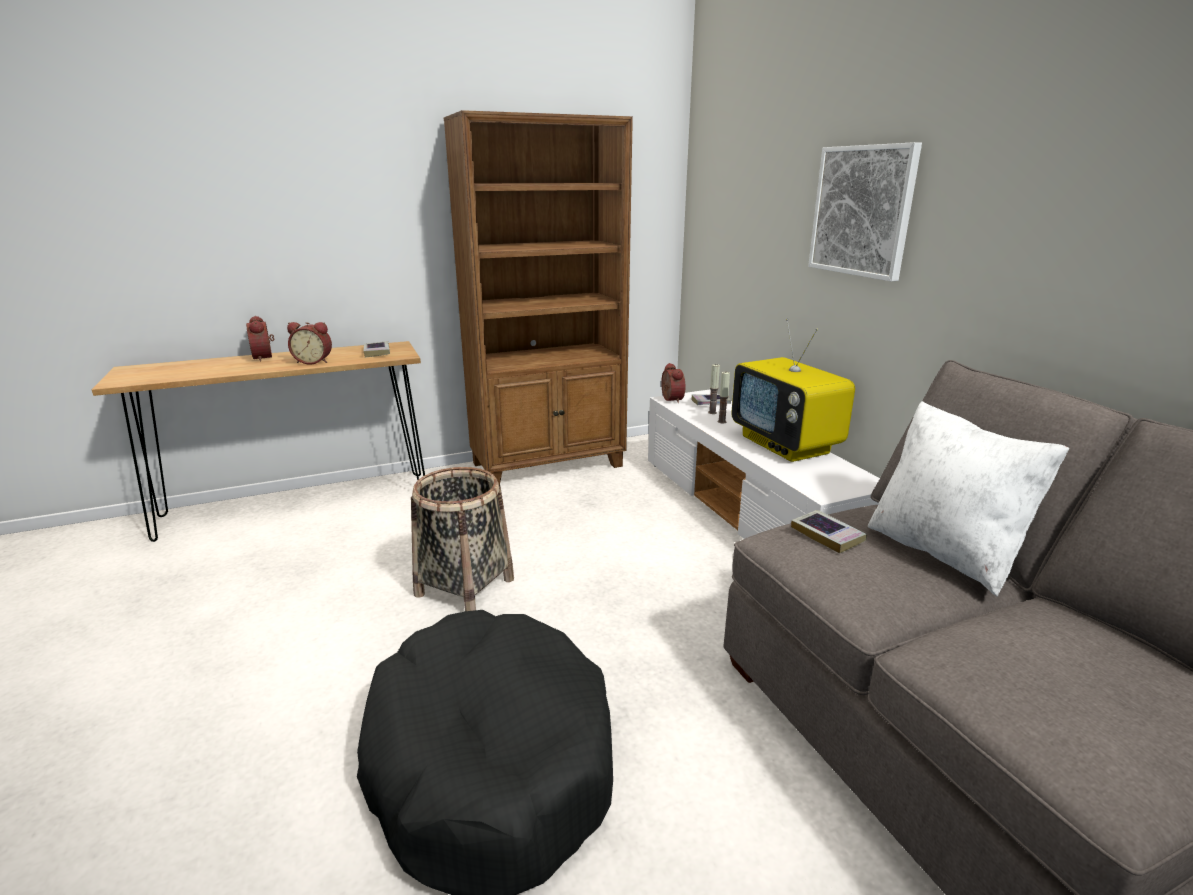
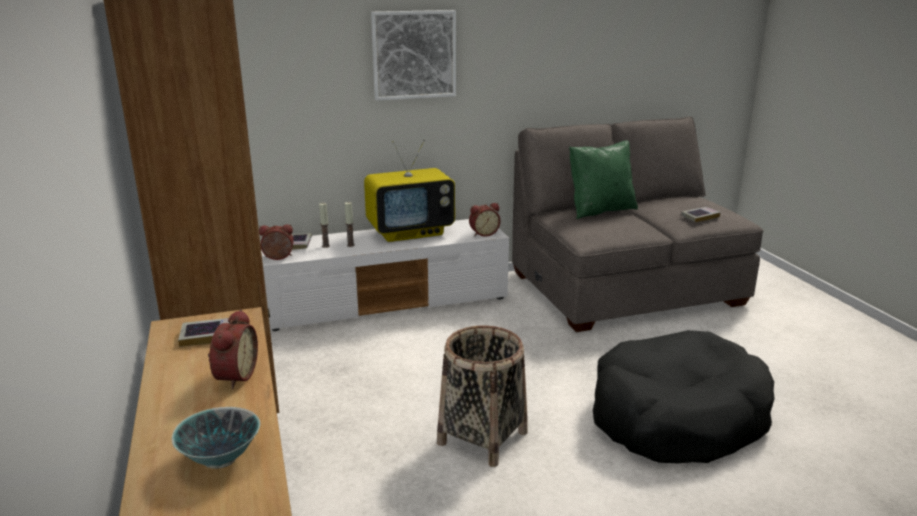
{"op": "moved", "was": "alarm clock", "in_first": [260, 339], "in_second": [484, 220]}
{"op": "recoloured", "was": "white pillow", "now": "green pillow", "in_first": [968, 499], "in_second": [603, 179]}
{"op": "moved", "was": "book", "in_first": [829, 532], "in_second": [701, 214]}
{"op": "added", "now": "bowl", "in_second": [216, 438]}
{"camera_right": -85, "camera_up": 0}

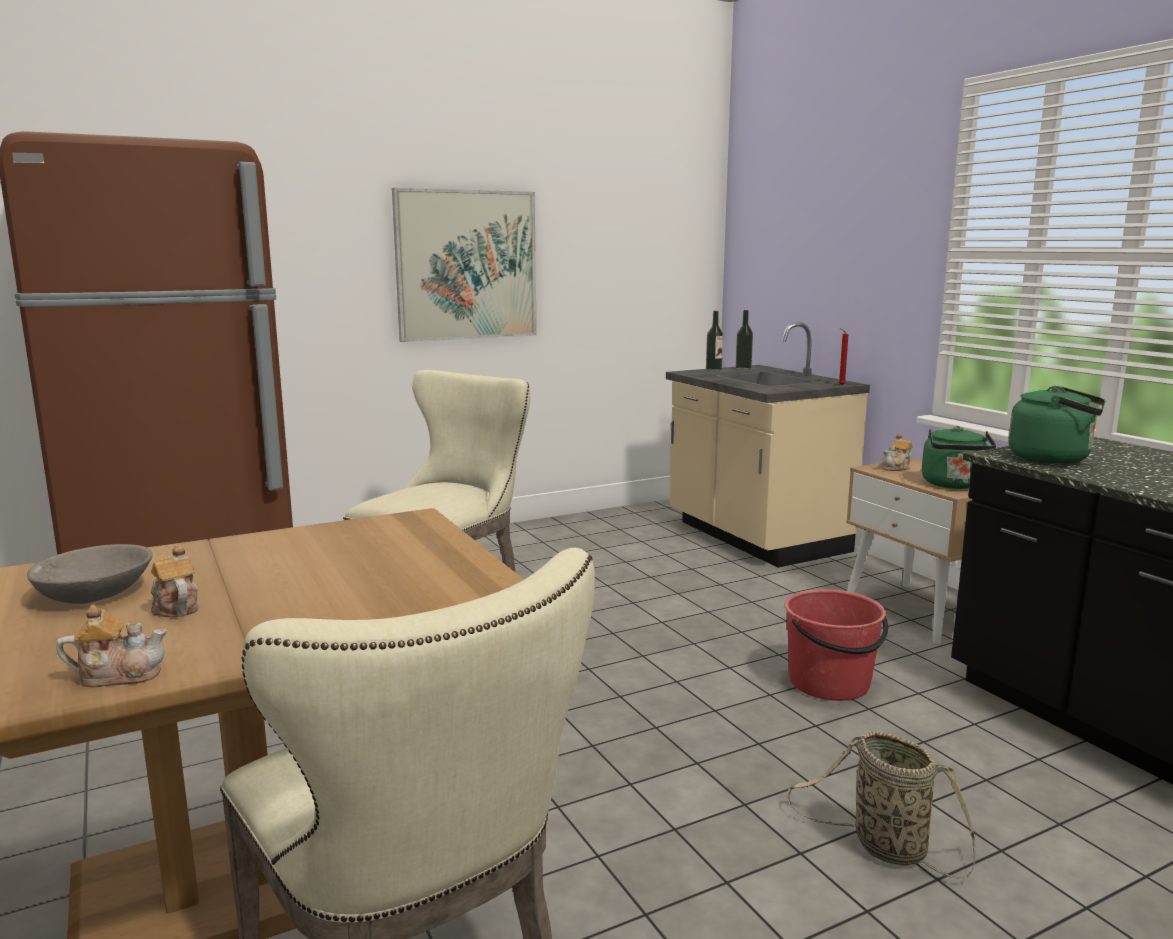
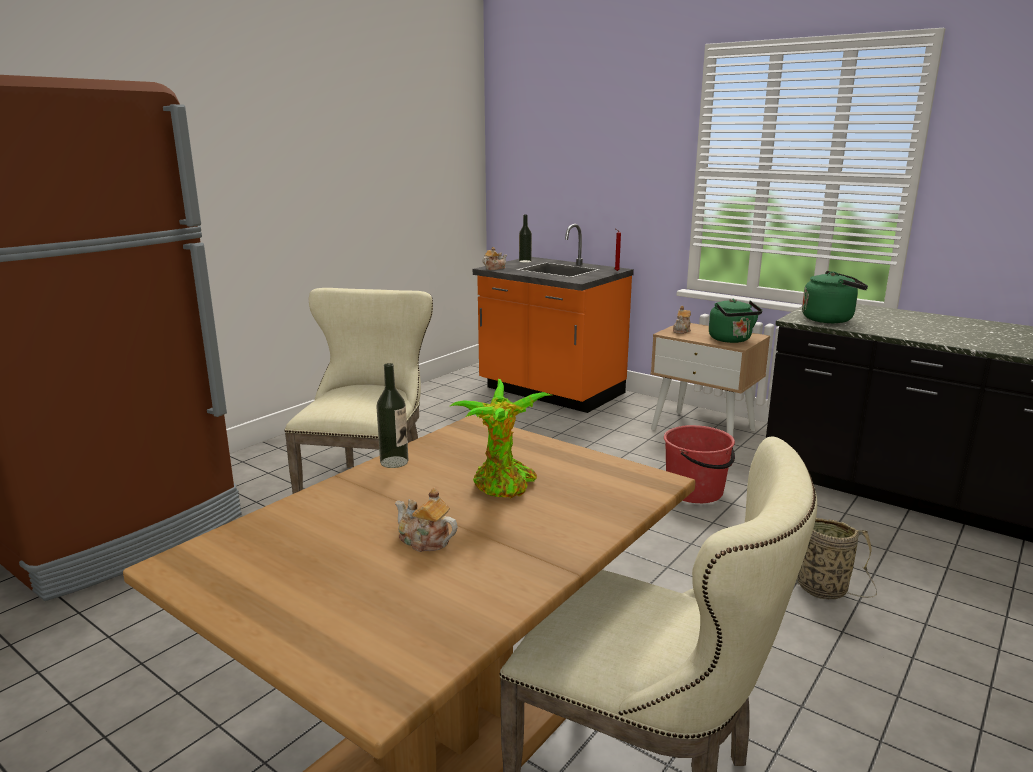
{"op": "removed", "was": "picture", "in_first": [464, 265]}
{"op": "moved", "was": "bottle", "in_first": [714, 341], "in_second": [392, 415]}
{"op": "recoloured", "was": "beige counter", "now": "orange counter", "in_first": [768, 445], "in_second": [553, 318]}
{"op": "removed", "was": "grey bowl", "in_first": [90, 574]}
{"op": "moved", "was": "teapot", "in_first": [111, 645], "in_second": [494, 258]}
{"op": "added", "now": "potted plant", "in_second": [500, 438]}
{"camera_right": -25, "camera_up": 5}

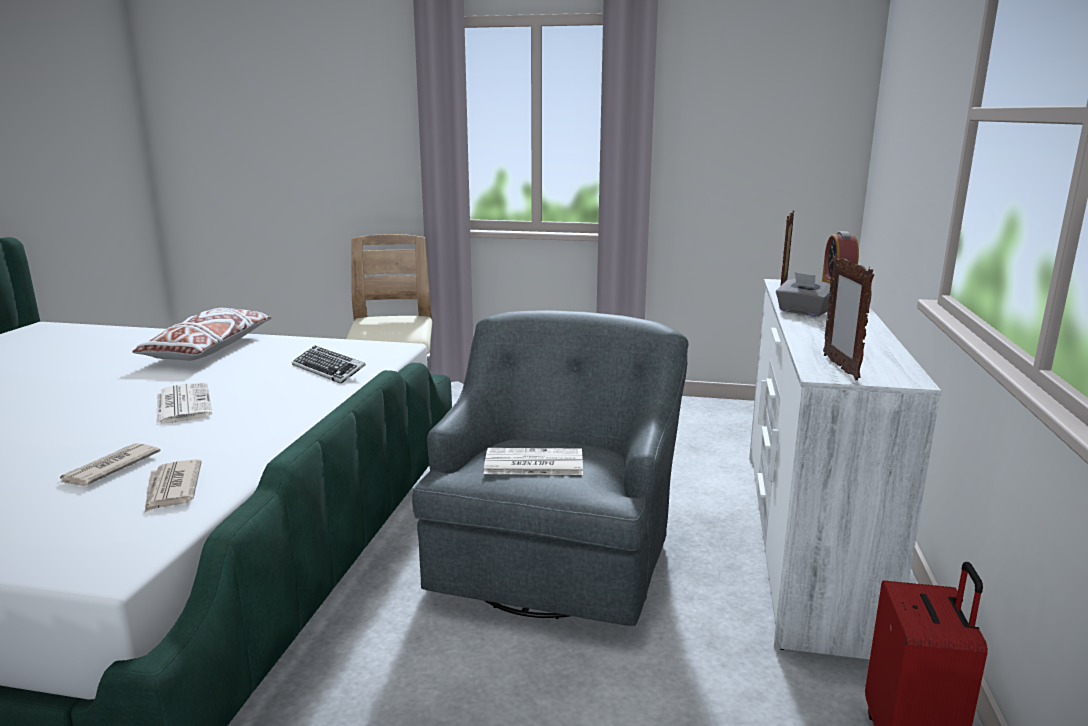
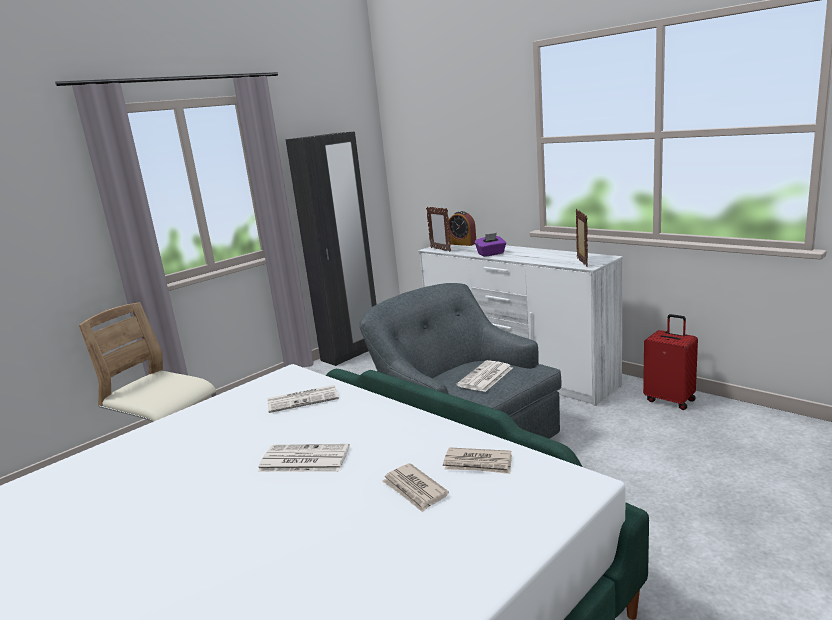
{"op": "turned", "was": "picture frame", "in_first": [848, 317], "in_second": [582, 238], "clockwise": -120}
{"op": "recoloured", "was": "grey tissue box", "now": "purple tissue box", "in_first": [803, 294], "in_second": [490, 245]}
{"op": "removed", "was": "white pillow", "in_first": [202, 334]}
{"op": "replaced", "was": "keyboard", "now": "newspaper", "in_first": [329, 365], "in_second": [303, 399]}
{"op": "added", "now": "black wardrobe", "in_second": [331, 249]}
{"camera_right": -55, "camera_up": 0}

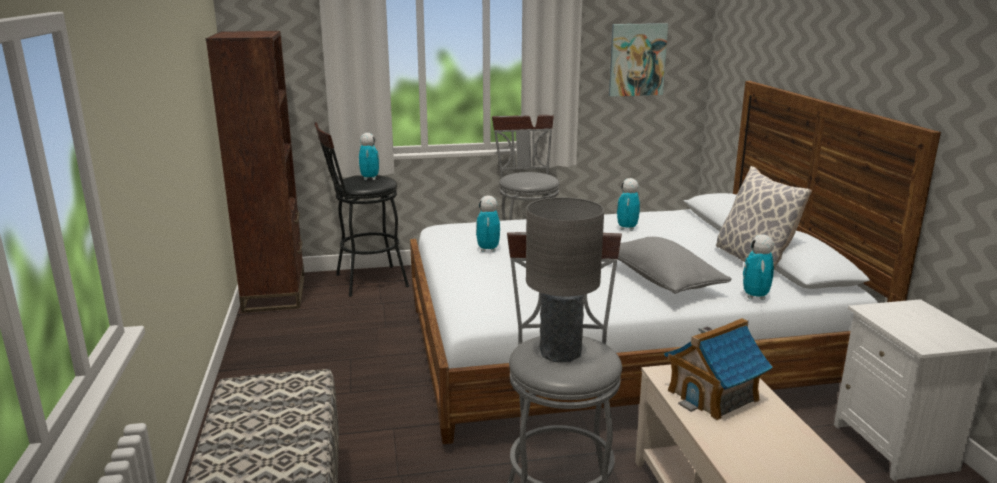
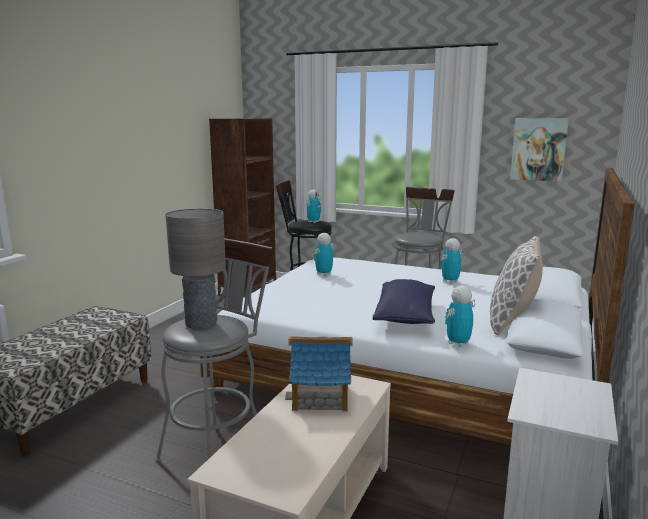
{"op": "recoloured", "was": "grey pillow", "now": "blue pillow", "in_first": [675, 265], "in_second": [404, 301]}
{"camera_right": 35, "camera_up": -5}

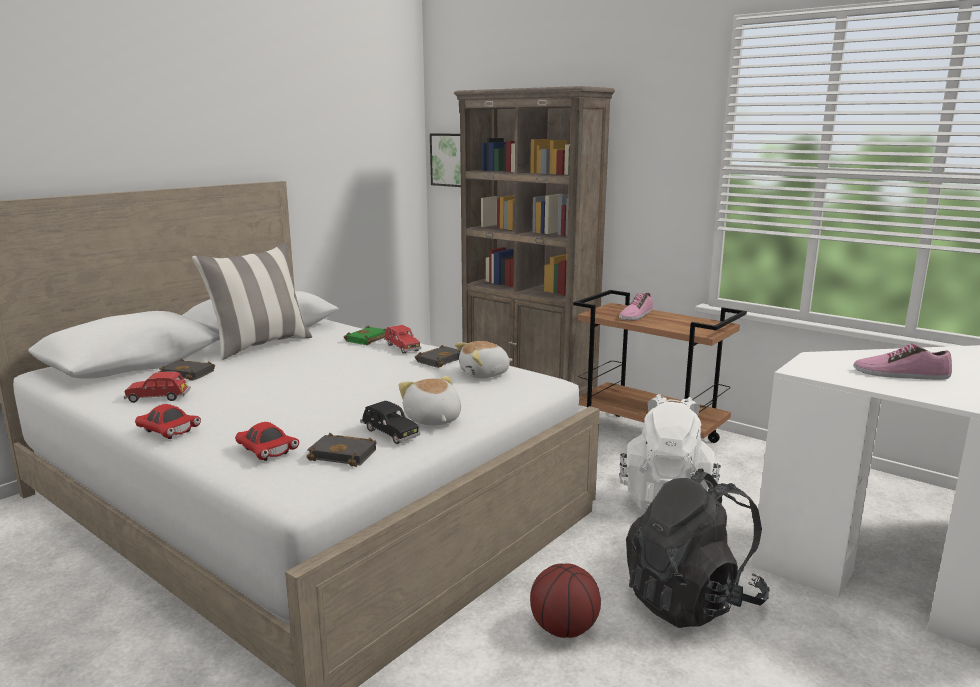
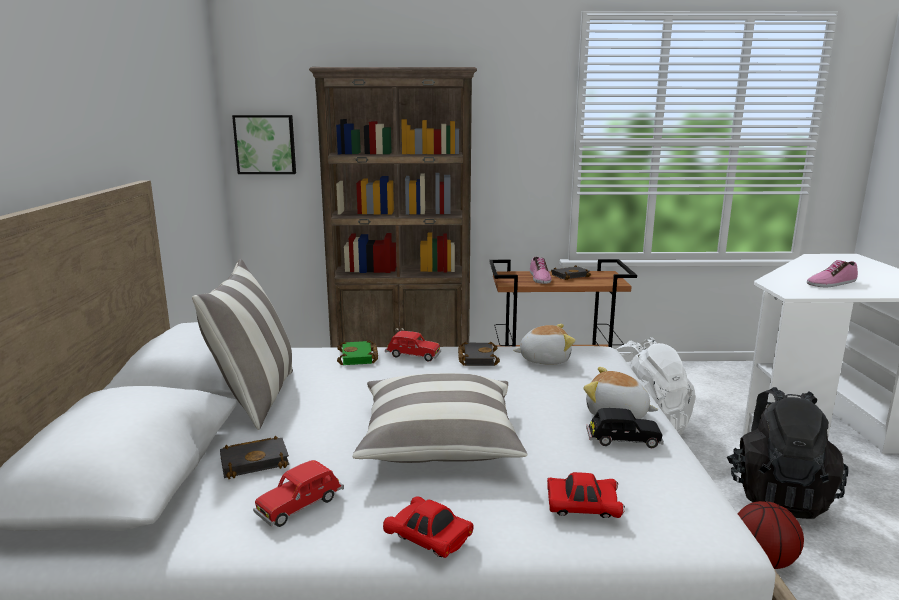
{"op": "turned", "was": "plush toy", "in_first": [484, 359], "in_second": [544, 344], "clockwise": -120}
{"op": "turned", "was": "red toy car", "in_first": [168, 421], "in_second": [428, 527], "clockwise": -135}
{"op": "moved", "was": "black book", "in_first": [341, 450], "in_second": [571, 272]}
{"op": "added", "now": "pillow", "in_second": [440, 418]}
{"camera_right": -40, "camera_up": 0}

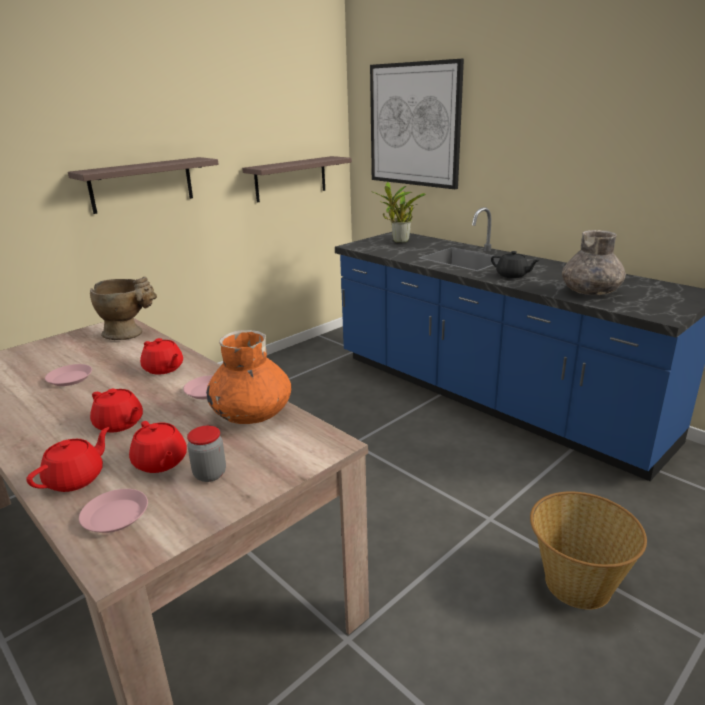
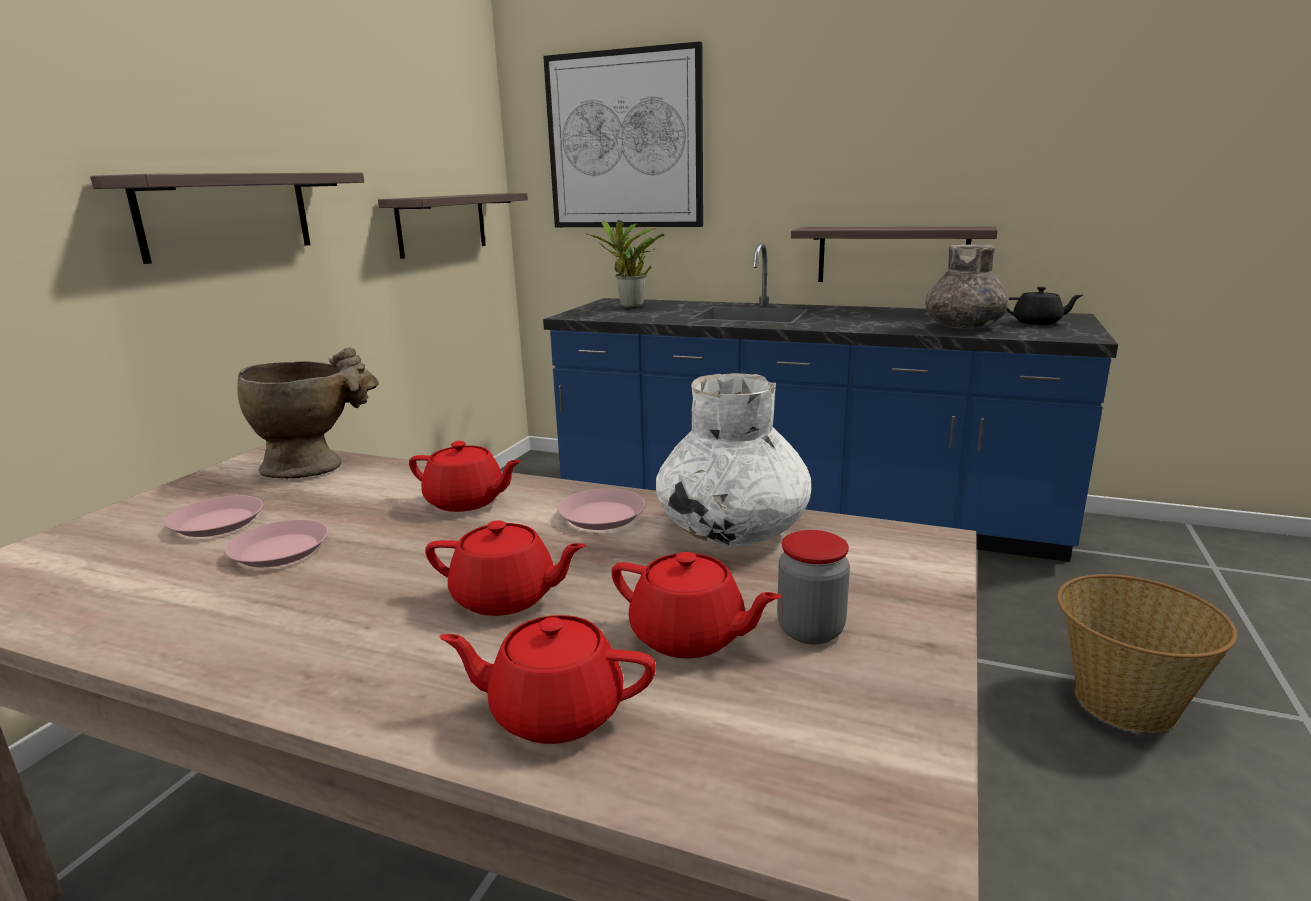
{"op": "moved", "was": "black teapot", "in_first": [515, 264], "in_second": [1044, 306]}
{"op": "recoloured", "was": "orange vase", "now": "white vase", "in_first": [248, 377], "in_second": [734, 459]}
{"op": "turned", "was": "red teapot", "in_first": [67, 459], "in_second": [547, 679], "clockwise": -90}
{"op": "moved", "was": "pink plate", "in_first": [113, 511], "in_second": [214, 516]}
{"op": "added", "now": "shelf", "in_second": [894, 254]}
{"camera_right": -25, "camera_up": -5}

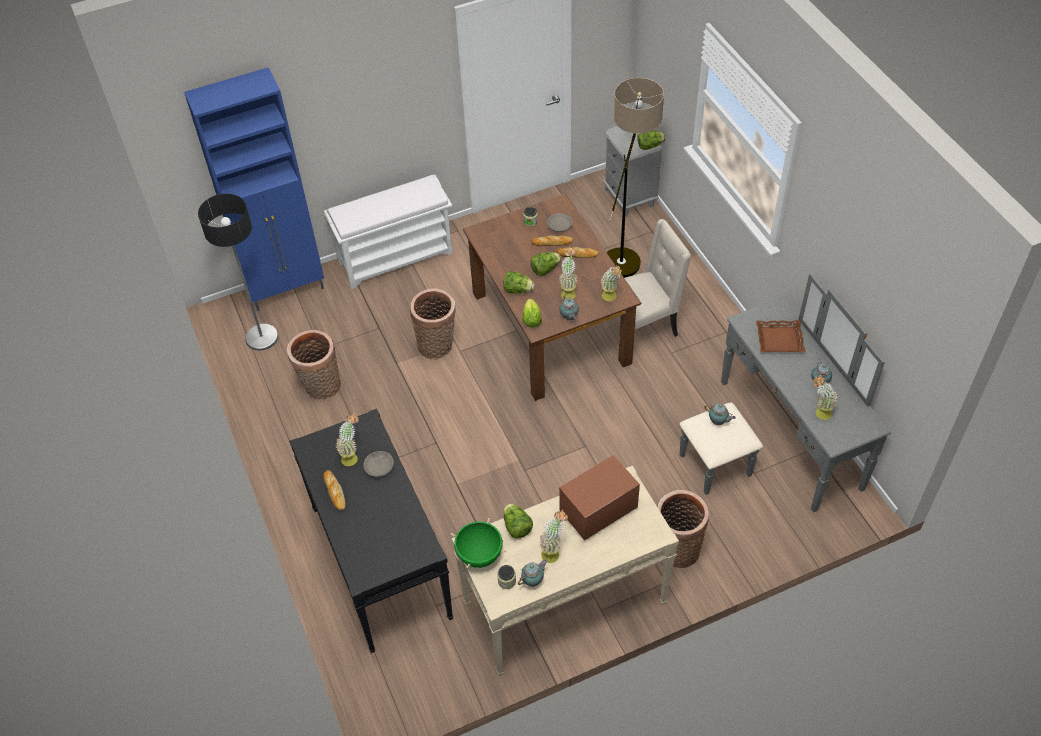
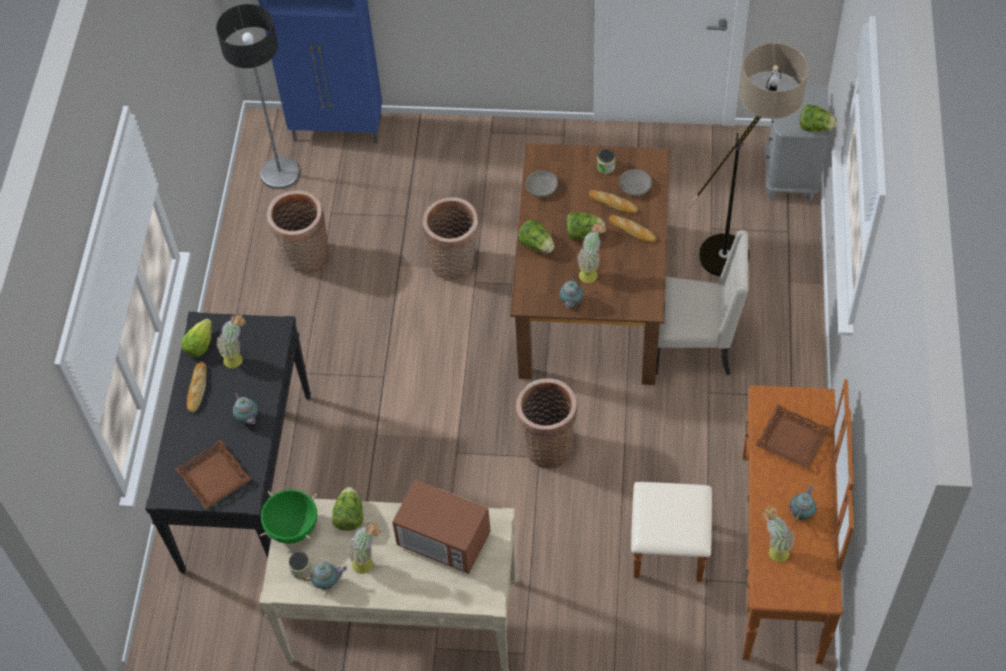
{"op": "removed", "was": "white bench", "in_first": [388, 232]}
{"op": "removed", "was": "potted plant", "in_first": [611, 283]}
{"op": "recoloured", "was": "grey dresser", "now": "brown dresser", "in_first": [785, 392], "in_second": [742, 521]}
{"op": "moved", "was": "lettuce", "in_first": [532, 313], "in_second": [196, 338]}
{"op": "moved", "was": "teapot", "in_first": [720, 414], "in_second": [245, 409]}
{"op": "moved", "was": "grey bowl", "in_first": [379, 464], "in_second": [541, 183]}
{"op": "turned", "was": "microwave", "in_first": [599, 498], "in_second": [441, 526], "clockwise": -150}
{"op": "moved", "was": "basket", "in_first": [683, 529], "in_second": [546, 423]}
{"op": "added", "now": "brown tray", "in_second": [214, 474]}
{"camera_right": 30, "camera_up": 5}

